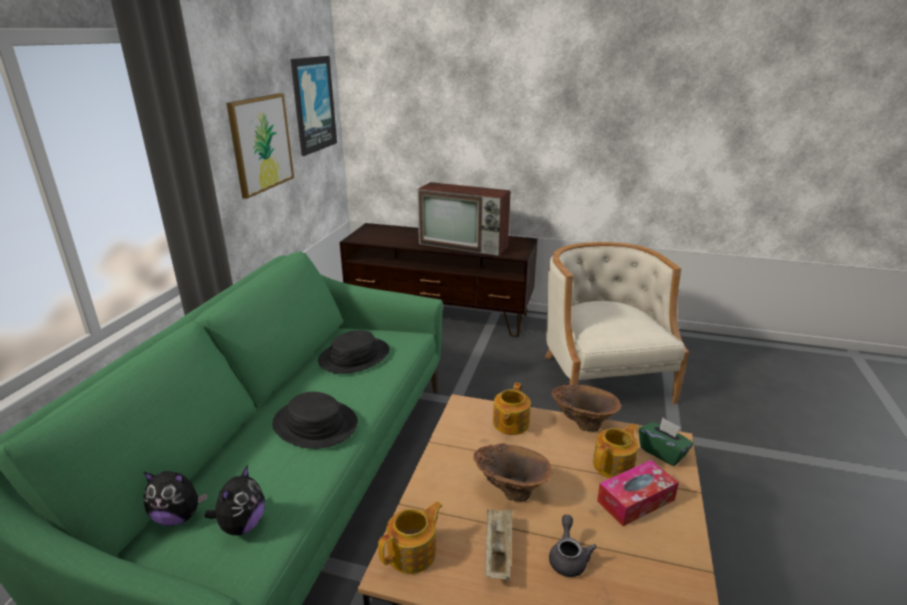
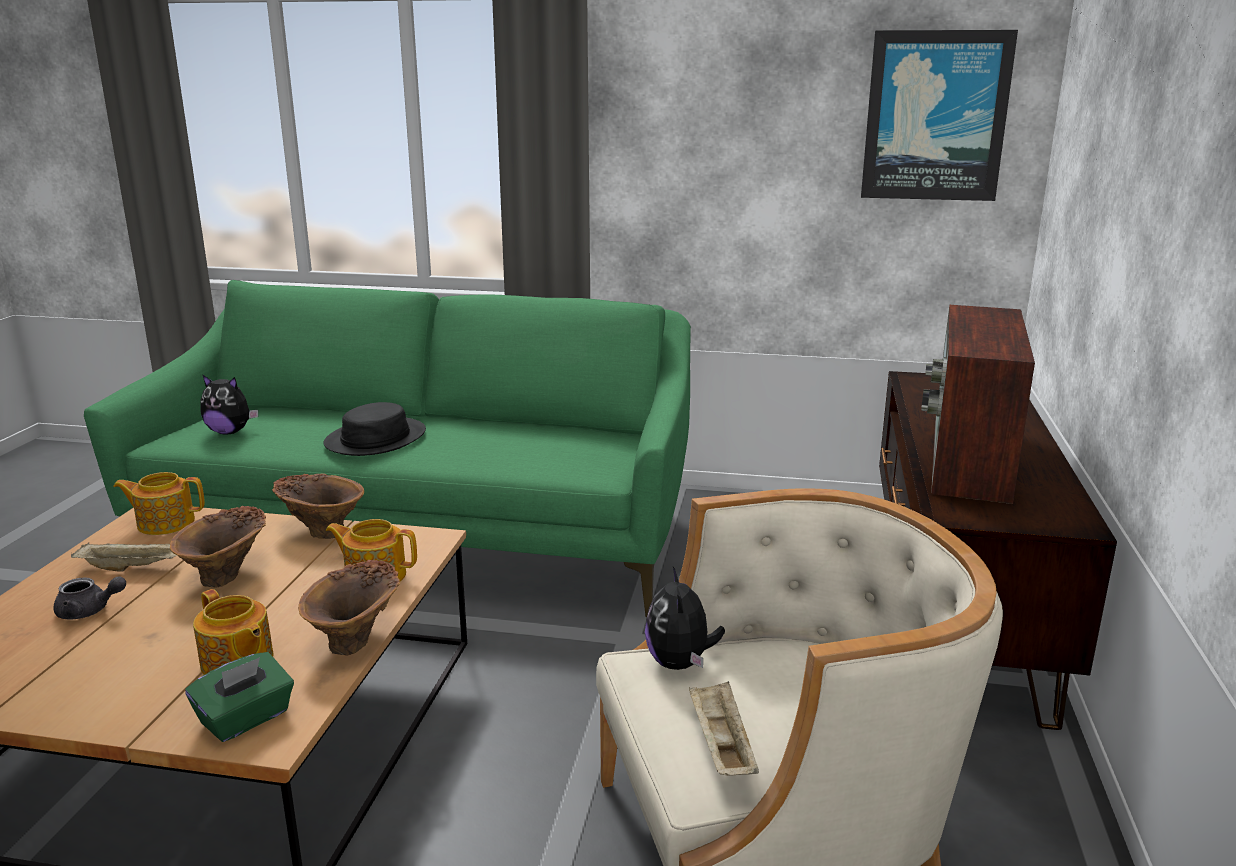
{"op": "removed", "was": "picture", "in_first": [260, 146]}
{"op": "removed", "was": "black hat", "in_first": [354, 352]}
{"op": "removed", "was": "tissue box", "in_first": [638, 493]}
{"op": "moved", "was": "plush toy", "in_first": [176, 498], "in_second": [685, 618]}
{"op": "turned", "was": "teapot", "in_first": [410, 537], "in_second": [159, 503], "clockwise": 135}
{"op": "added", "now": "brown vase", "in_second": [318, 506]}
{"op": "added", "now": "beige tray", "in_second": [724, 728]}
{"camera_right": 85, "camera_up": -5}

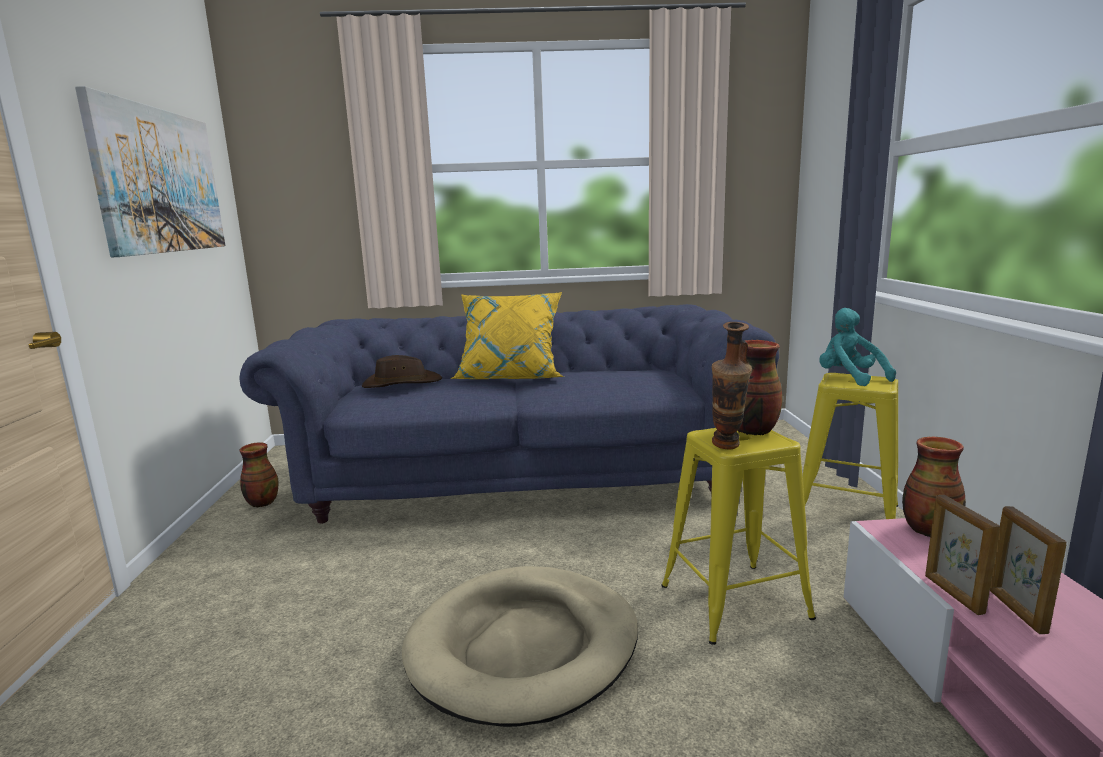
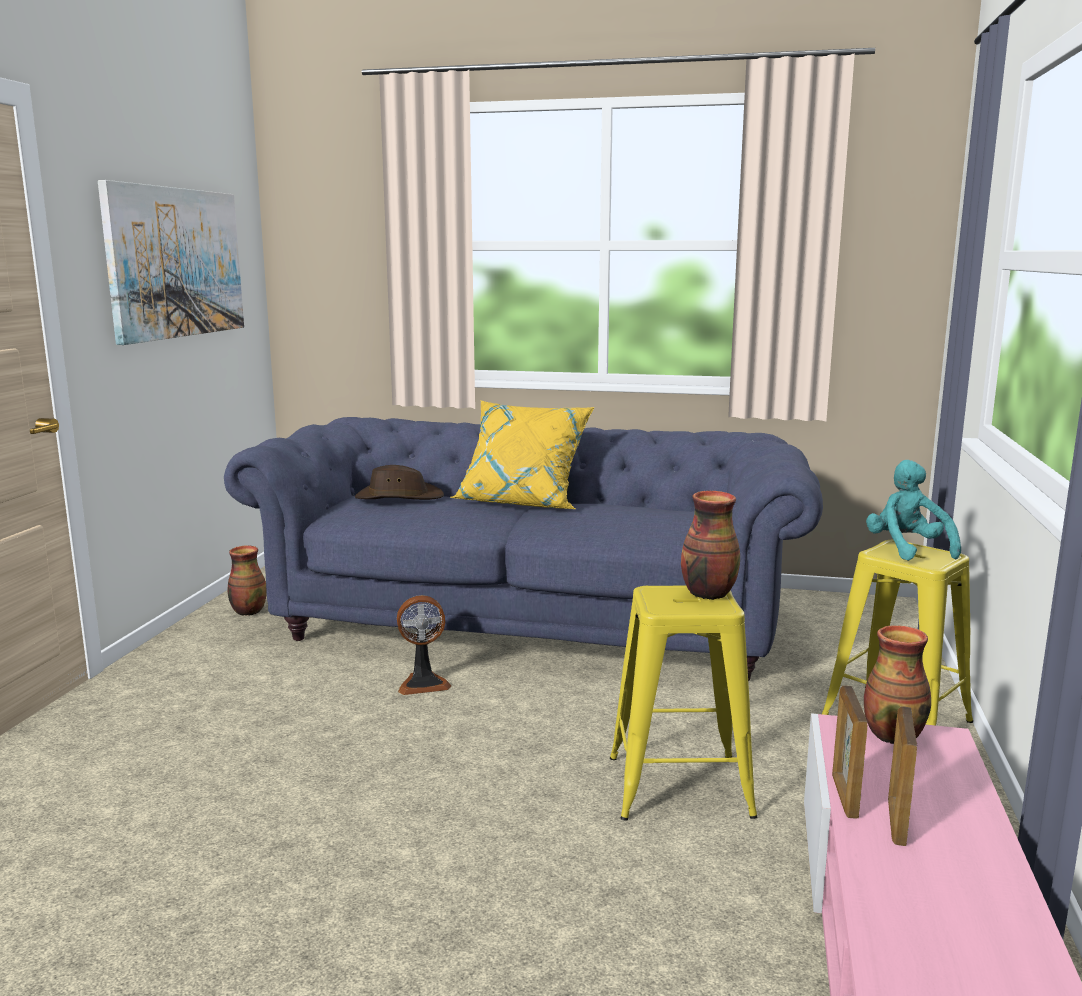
{"op": "removed", "was": "vase", "in_first": [732, 386]}
{"op": "removed", "was": "beige dog bed", "in_first": [520, 646]}
{"op": "added", "now": "fan", "in_second": [424, 645]}
{"camera_right": 15, "camera_up": 0}

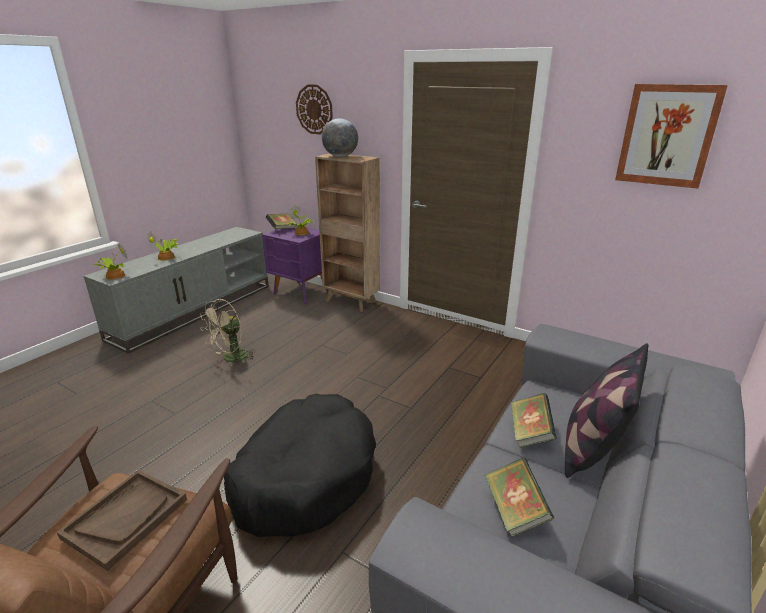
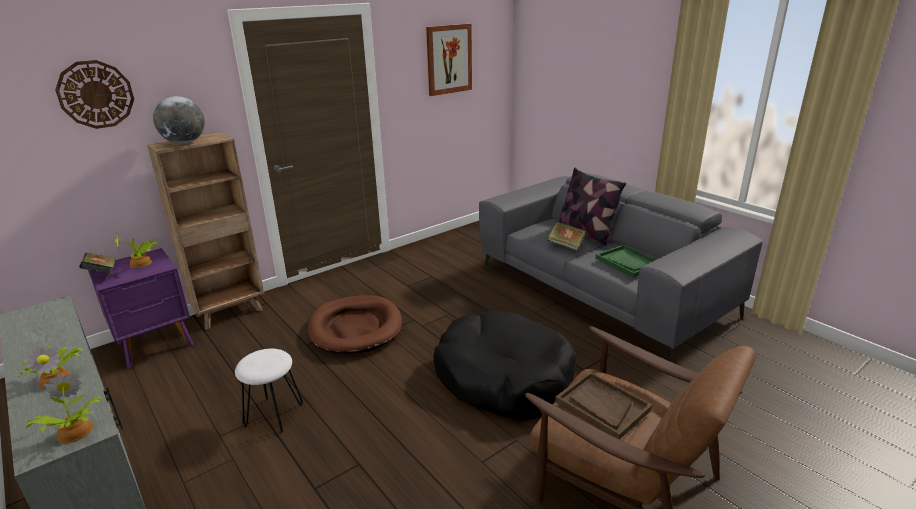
{"op": "replaced", "was": "beige fan", "now": "white stool", "in_first": [228, 331], "in_second": [269, 391]}
{"op": "replaced", "was": "book", "now": "green tray", "in_first": [519, 497], "in_second": [625, 261]}
{"op": "added", "now": "brown dog bed", "in_second": [355, 324]}
{"camera_right": -70, "camera_up": 0}

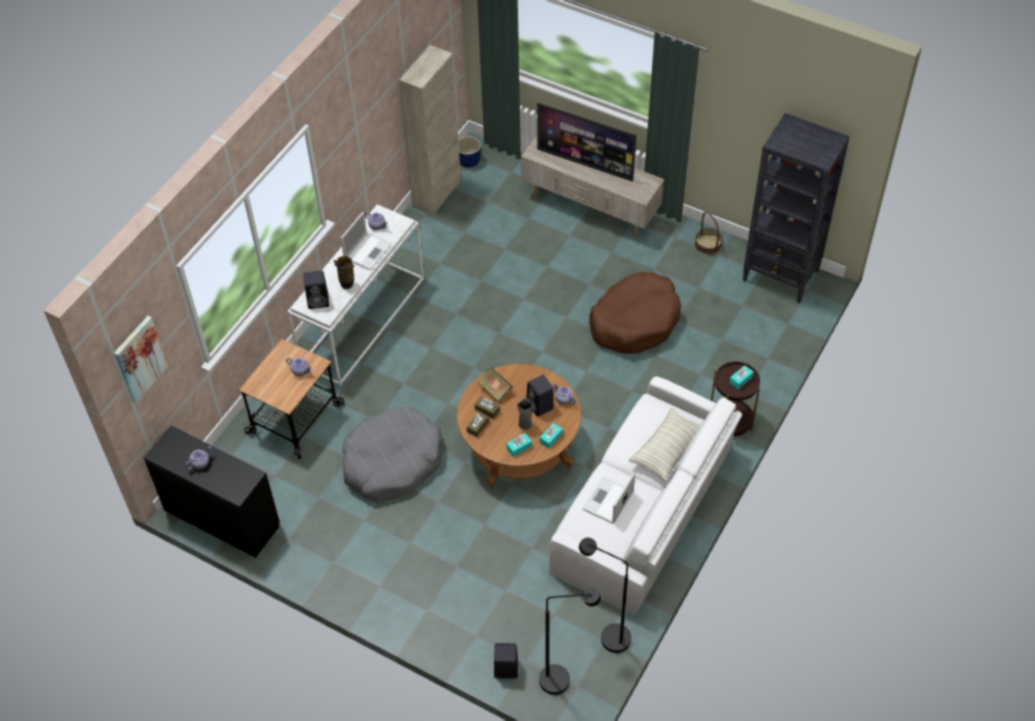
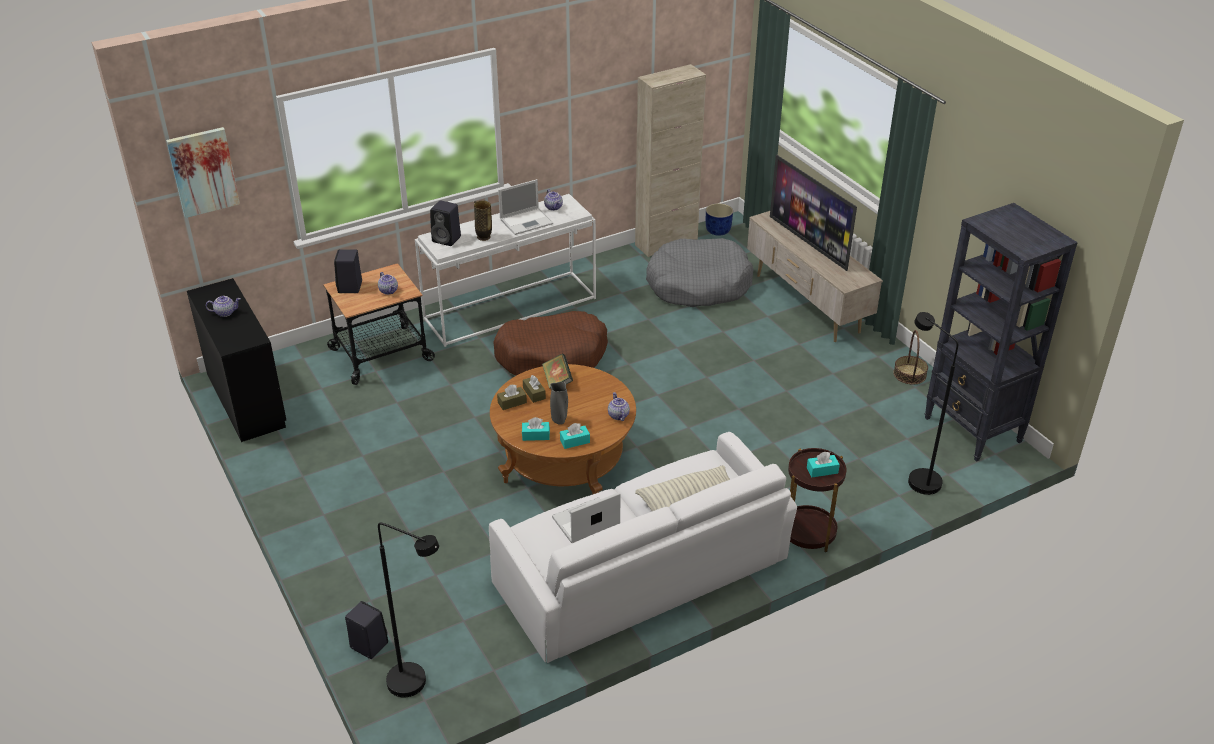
{"op": "moved", "was": "brown dog bed", "in_first": [635, 313], "in_second": [550, 343]}
{"op": "moved", "was": "black speaker", "in_first": [540, 396], "in_second": [348, 271]}
{"op": "moved", "was": "grey dog bed", "in_first": [393, 454], "in_second": [700, 272]}
{"op": "moved", "was": "black floor lamp", "in_first": [605, 595], "in_second": [933, 403]}
{"camera_right": 30, "camera_up": -15}

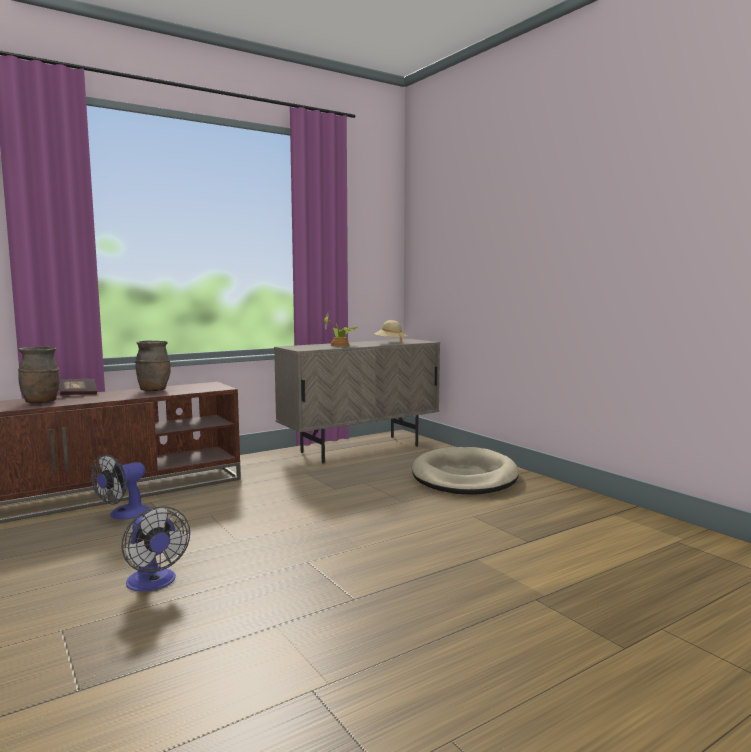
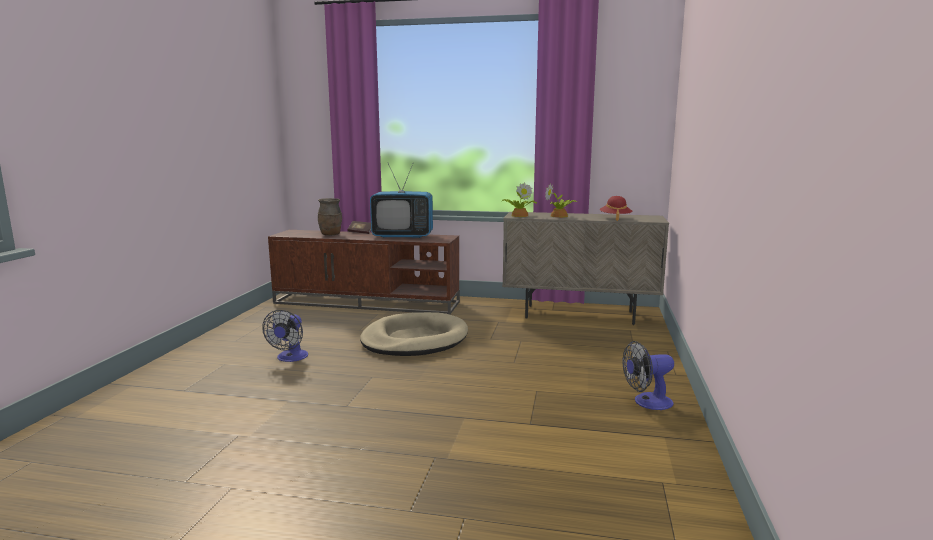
{"op": "recoloured", "was": "beige hat", "now": "red hat", "in_first": [390, 332], "in_second": [616, 208]}
{"op": "replaced", "was": "brown vase", "now": "television", "in_first": [153, 366], "in_second": [401, 201]}
{"op": "moved", "was": "beige dog bed", "in_first": [465, 471], "in_second": [414, 334]}
{"op": "moved", "was": "fan", "in_first": [120, 486], "in_second": [648, 375]}
{"op": "added", "now": "potted plant", "in_second": [519, 199]}
{"camera_right": 45, "camera_up": 5}

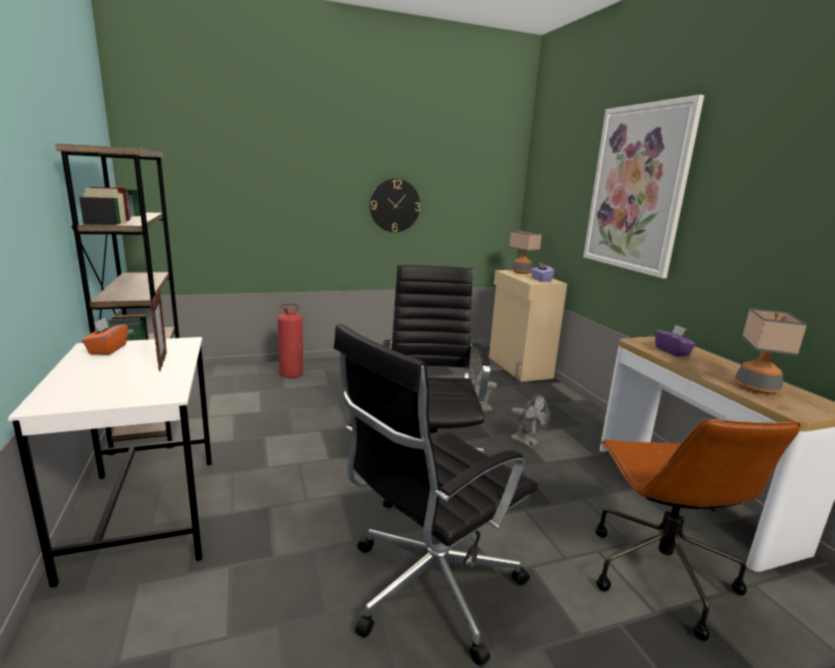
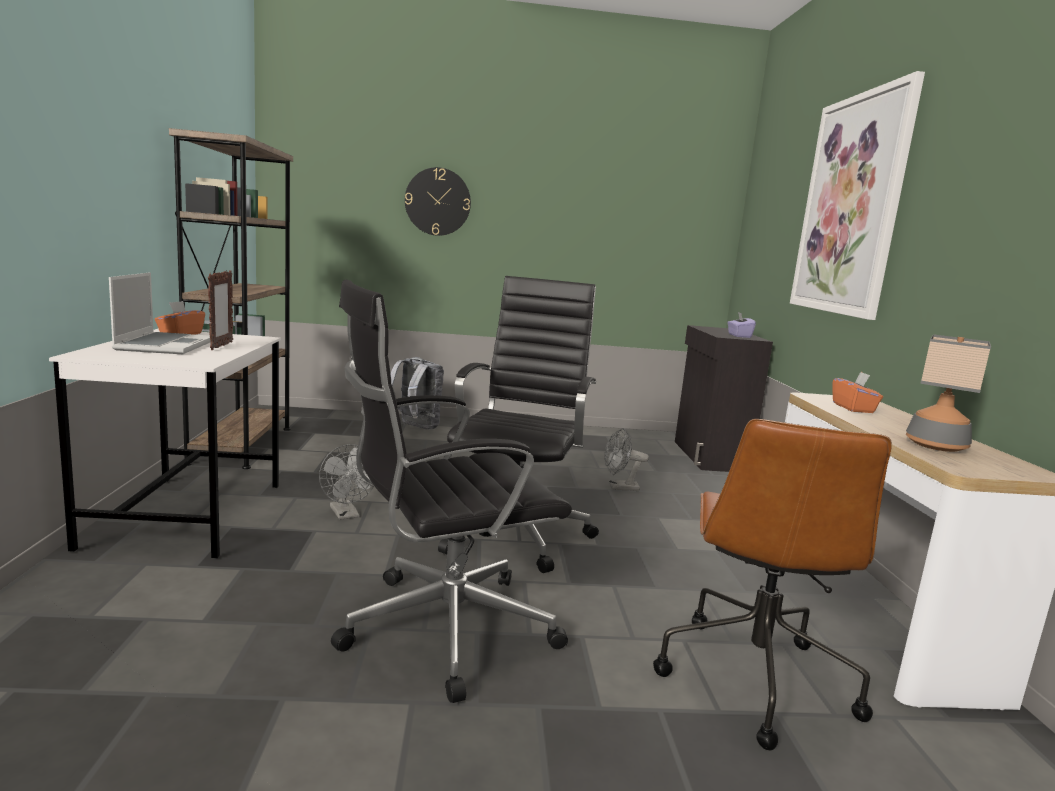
{"op": "moved", "was": "wall clock", "in_first": [395, 205], "in_second": [438, 201]}
{"op": "removed", "was": "table lamp", "in_first": [525, 252]}
{"op": "recoloured", "was": "beige cabinet", "now": "black cabinet", "in_first": [528, 326], "in_second": [724, 398]}
{"op": "replaced", "was": "fire extinguisher", "now": "grey backpack", "in_first": [290, 340], "in_second": [417, 393]}
{"op": "recoloured", "was": "purple tissue box", "now": "orange tissue box", "in_first": [675, 340], "in_second": [857, 392]}
{"op": "moved", "was": "grey fan", "in_first": [530, 421], "in_second": [346, 482]}
{"op": "added", "now": "laptop", "in_second": [160, 313]}
{"camera_right": 15, "camera_up": -5}

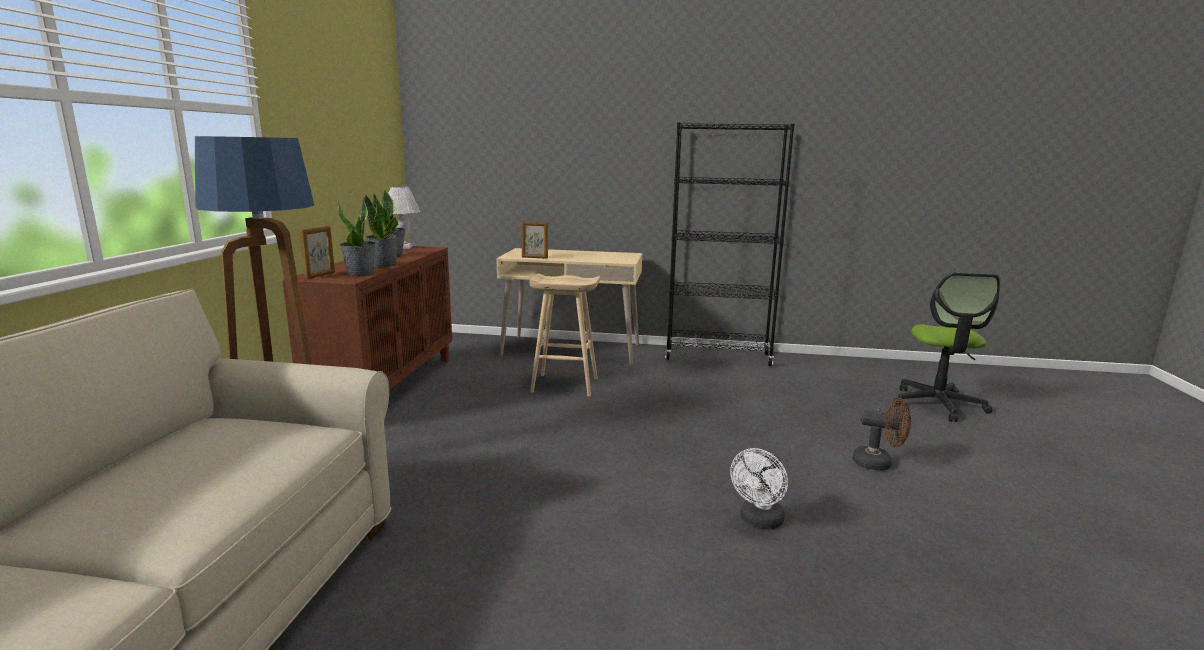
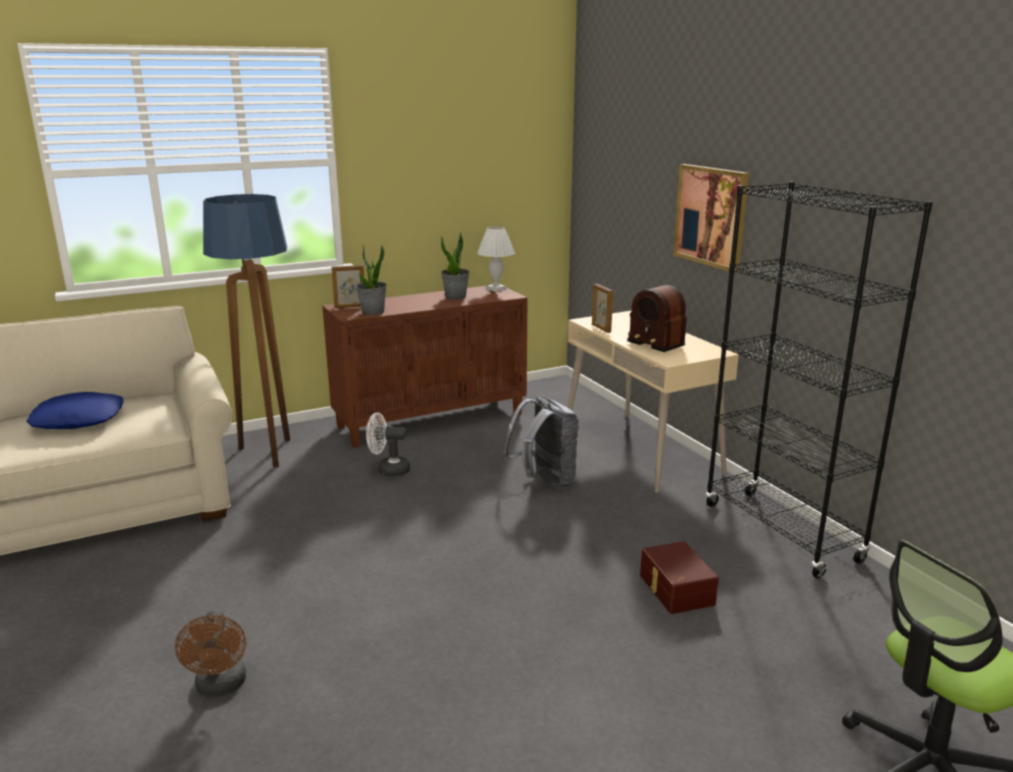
{"op": "removed", "was": "potted plant", "in_first": [381, 230]}
{"op": "replaced", "was": "beige stool", "now": "grey backpack", "in_first": [565, 335], "in_second": [541, 442]}
{"op": "moved", "was": "brown fan", "in_first": [882, 434], "in_second": [210, 653]}
{"op": "moved", "was": "white fan", "in_first": [759, 489], "in_second": [388, 444]}
{"op": "added", "now": "picture", "in_second": [711, 218]}
{"op": "added", "now": "radio", "in_second": [657, 318]}
{"op": "added", "now": "blue pillow", "in_second": [75, 410]}
{"op": "added", "now": "brown storage box", "in_second": [679, 577]}
{"camera_right": 55, "camera_up": 5}

